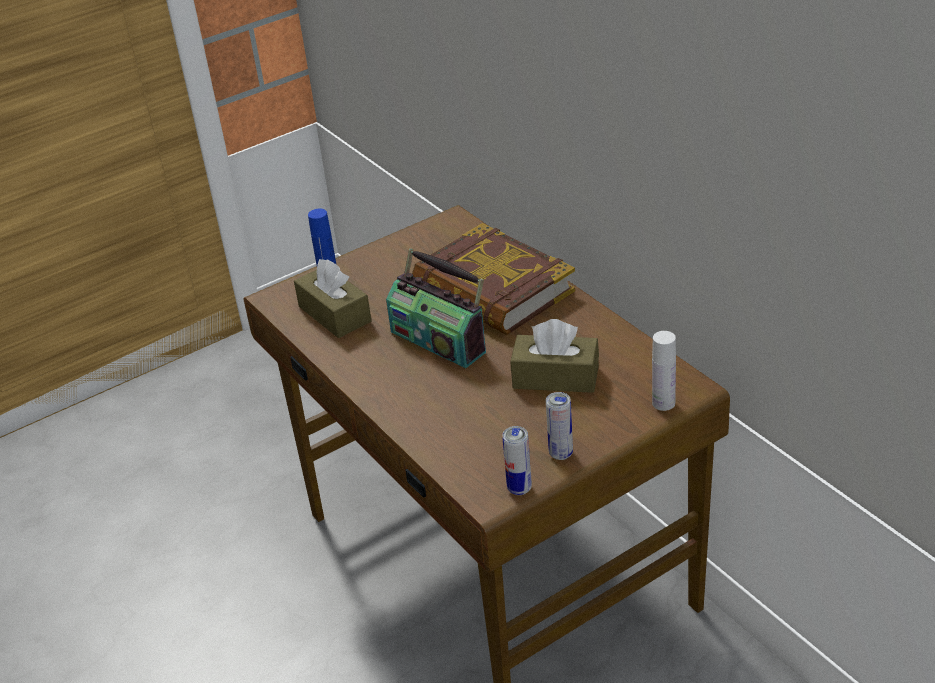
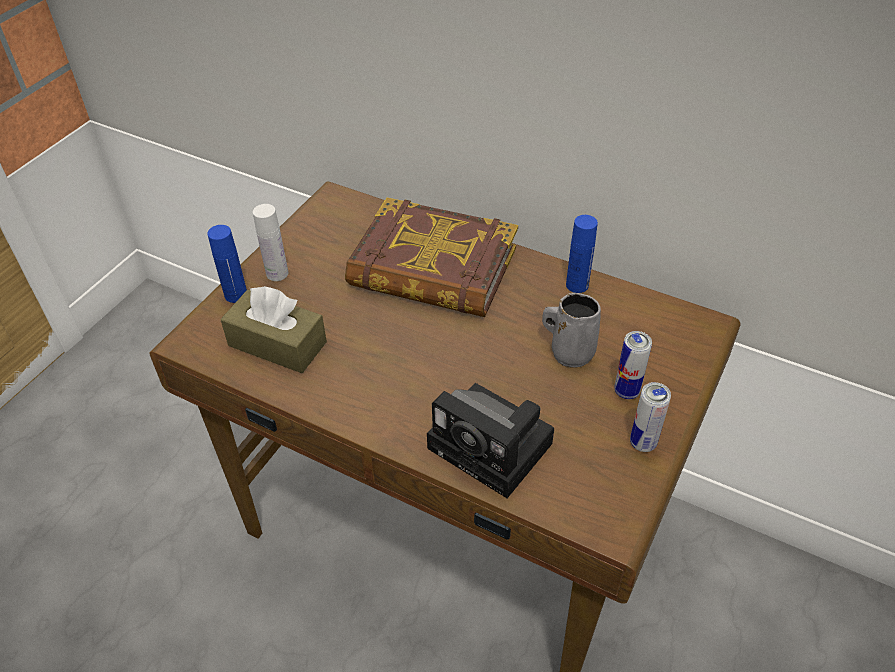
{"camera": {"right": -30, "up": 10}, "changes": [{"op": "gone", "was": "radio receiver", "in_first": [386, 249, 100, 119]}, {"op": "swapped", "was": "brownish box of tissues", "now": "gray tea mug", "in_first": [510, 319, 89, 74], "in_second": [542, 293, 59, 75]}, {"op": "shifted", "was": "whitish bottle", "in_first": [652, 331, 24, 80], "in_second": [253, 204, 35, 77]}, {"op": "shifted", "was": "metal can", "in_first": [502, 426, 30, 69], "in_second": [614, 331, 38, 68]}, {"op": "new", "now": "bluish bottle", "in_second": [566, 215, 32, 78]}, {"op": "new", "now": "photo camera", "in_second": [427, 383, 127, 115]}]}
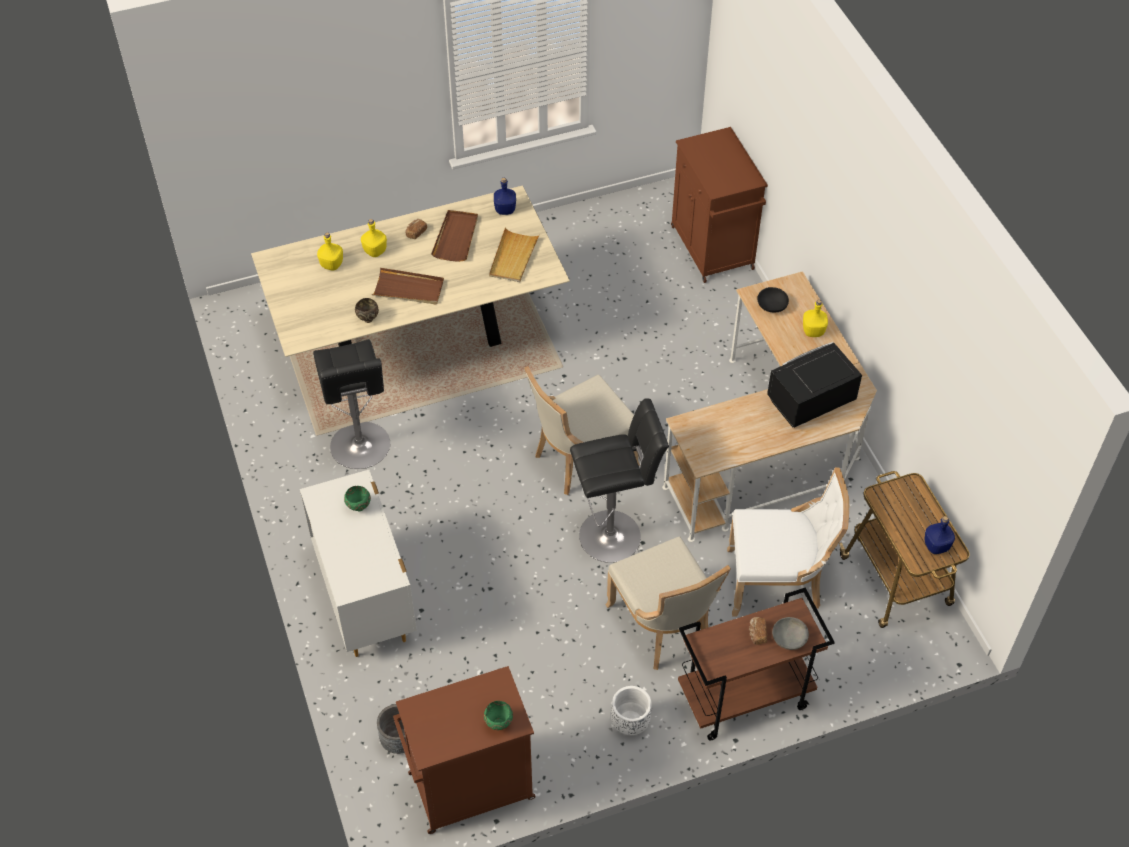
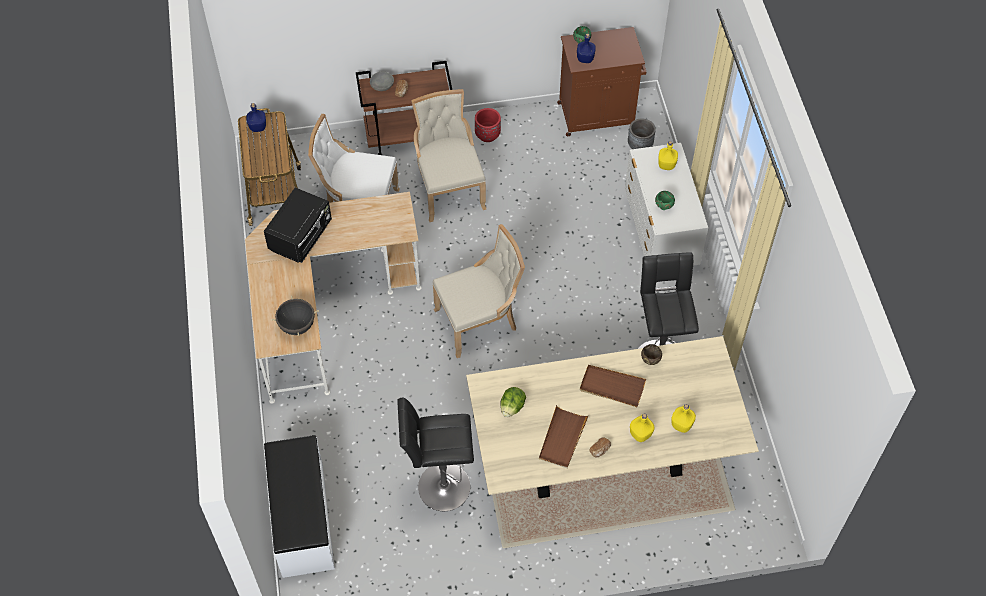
{"camera": {"right": -170, "up": 5}, "changes": [{"op": "swapped", "was": "brownish storage cabinet", "now": "whitish long seat", "in_first": [671, 127, 97, 156], "in_second": [264, 435, 71, 143]}, {"op": "shifted", "was": "bluish bottle", "in_first": [494, 178, 22, 37], "in_second": [577, 33, 19, 30]}, {"op": "swapped", "was": "beige carrying tray", "now": "lettuce", "in_first": [489, 227, 51, 55], "in_second": [500, 387, 26, 30]}, {"op": "swapped", "was": "blackish bowl", "now": "blackish stockpot", "in_first": [757, 287, 32, 25], "in_second": [271, 295, 48, 41]}, {"op": "shifted", "was": "yellow bottle", "in_first": [803, 300, 25, 37], "in_second": [658, 141, 20, 29]}, {"op": "rotated", "was": "blackish microwave", "in_first": [767, 342, 95, 86], "in_second": [264, 187, 68, 76], "clockwise": -45}, {"op": "shifted", "was": "blackish stool seat", "in_first": [570, 398, 99, 165], "in_second": [397, 398, 77, 113]}, {"op": "repainted", "was": "whitish plant pot", "now": "red plant pot", "in_first": [611, 686, 41, 49], "in_second": [475, 108, 26, 34]}]}
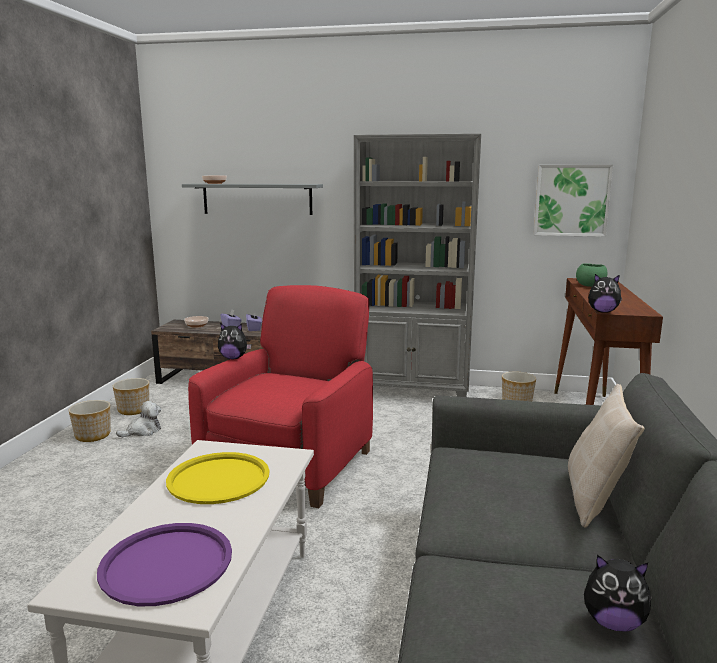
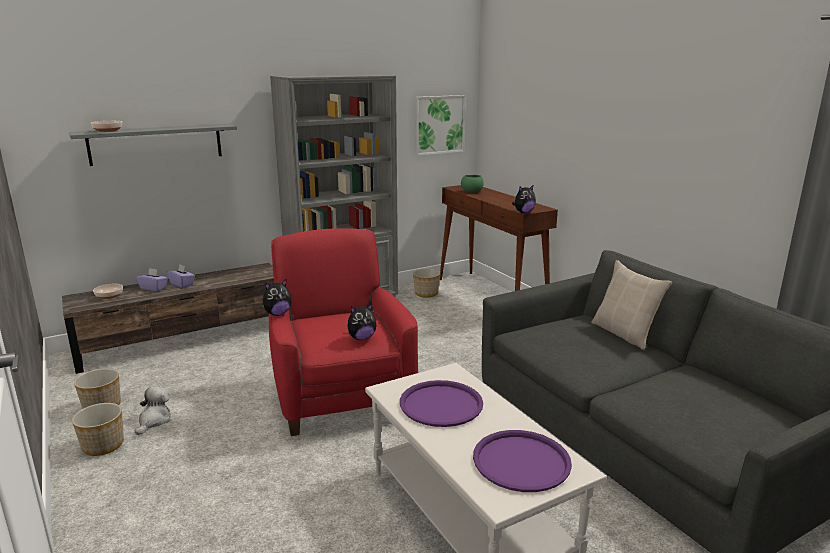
{"camera": {"right": -40, "up": 5}, "changes": [{"op": "repainted", "was": "yellow carrying tray", "now": "purple carrying tray", "in_first": [166, 452, 104, 52], "in_second": [400, 380, 83, 47]}, {"op": "shifted", "was": "cuddly toy", "in_first": [584, 555, 69, 77], "in_second": [347, 304, 30, 36]}]}
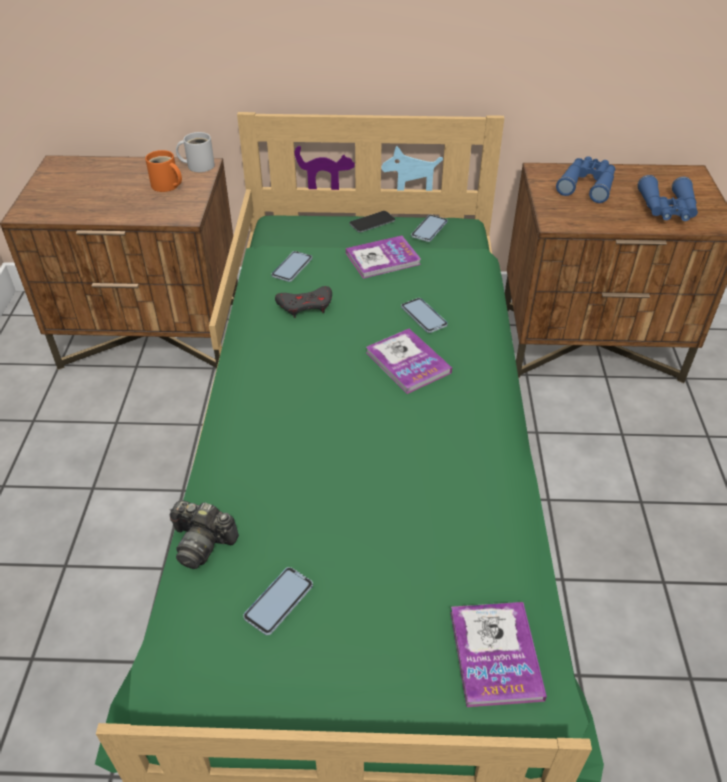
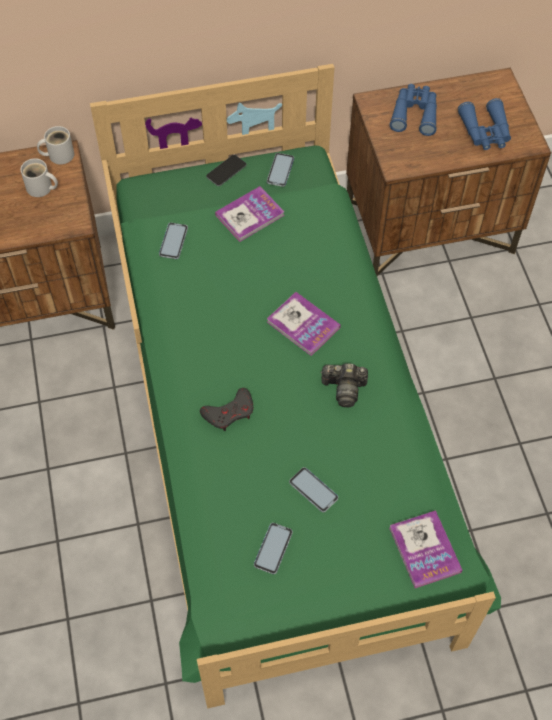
{"camera": {"right": -15, "up": 15}, "changes": [{"op": "repainted", "was": "orange-coloured tea mug", "now": "whitish tea mug", "in_first": [145, 150, 37, 42], "in_second": [20, 158, 38, 39]}, {"op": "shifted", "was": "gray joypad", "in_first": [275, 286, 57, 32], "in_second": [200, 388, 53, 43]}, {"op": "shifted", "was": "handset", "in_first": [401, 298, 47, 35], "in_second": [289, 467, 49, 45]}, {"op": "shifted", "was": "photo camera", "in_first": [169, 500, 70, 69], "in_second": [320, 363, 48, 44]}]}
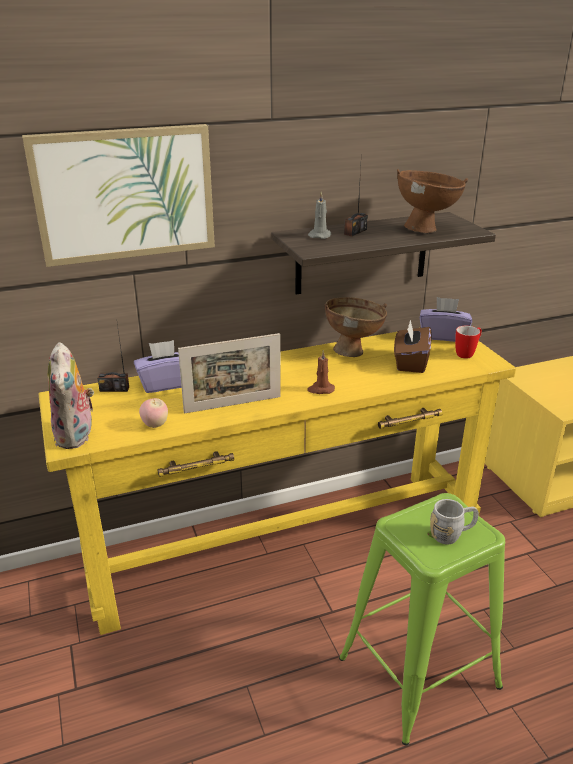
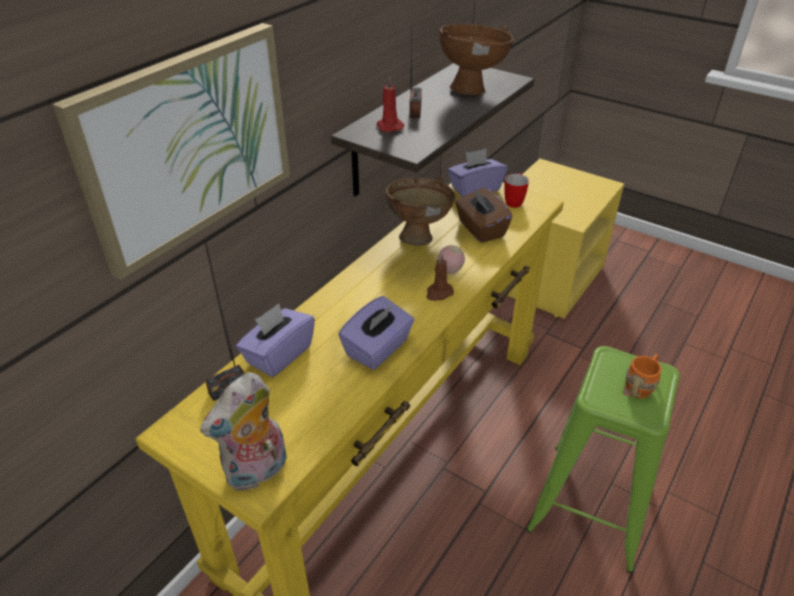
{"camera": {"right": -35, "up": 10}, "changes": [{"op": "repainted", "was": "gray wax candle", "now": "red wax candle", "in_first": [308, 192, 23, 47], "in_second": [377, 76, 28, 56]}, {"op": "swapped", "was": "photo frame", "now": "purple box of tissues", "in_first": [178, 333, 103, 81], "in_second": [338, 296, 77, 74]}, {"op": "rotated", "was": "cuddly toy", "in_first": [48, 342, 46, 107], "in_second": [200, 373, 87, 118], "clockwise": 90}, {"op": "shifted", "was": "apple fruit", "in_first": [139, 398, 29, 30], "in_second": [438, 245, 27, 29]}, {"op": "repainted", "was": "gray tea mug", "now": "orange-coloured tea mug", "in_first": [430, 499, 49, 46], "in_second": [626, 354, 35, 44]}]}
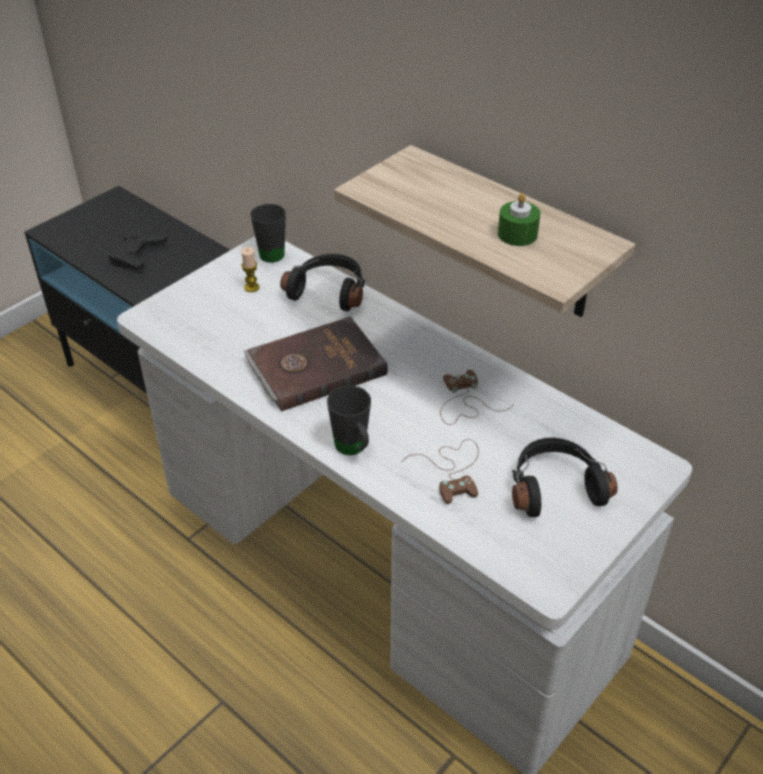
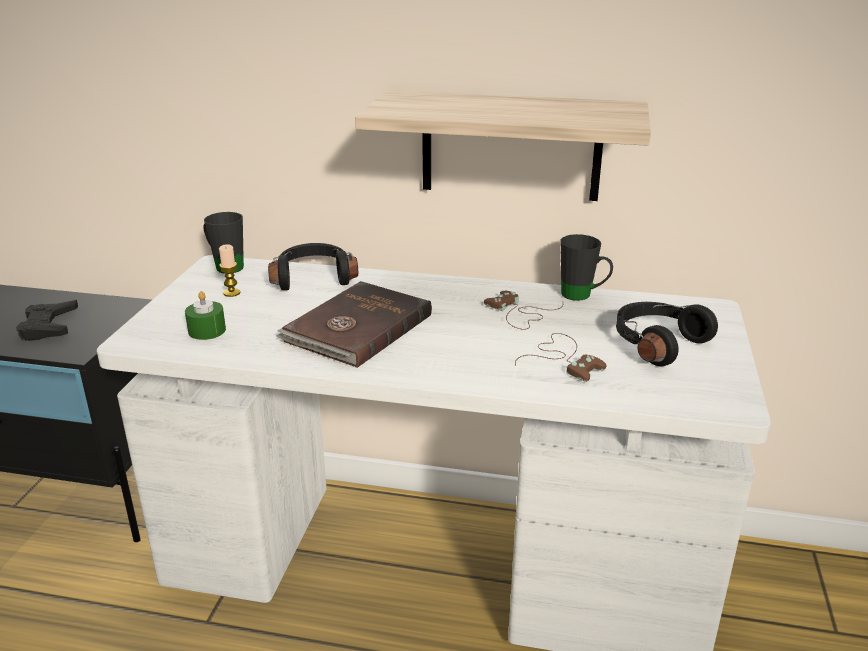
{"camera": {"right": -30, "up": -15}, "changes": [{"op": "shifted", "was": "greenish wax candle", "in_first": [498, 193, 43, 53], "in_second": [185, 291, 41, 49]}, {"op": "shifted", "was": "blackish tea mug", "in_first": [327, 386, 44, 69], "in_second": [561, 234, 52, 67]}]}
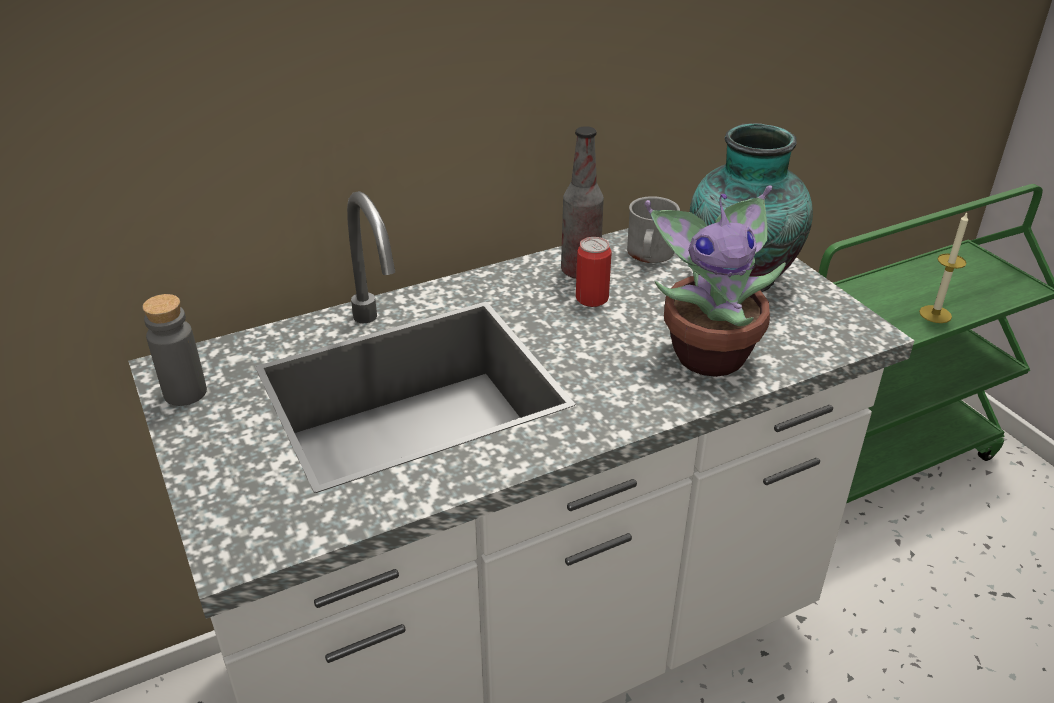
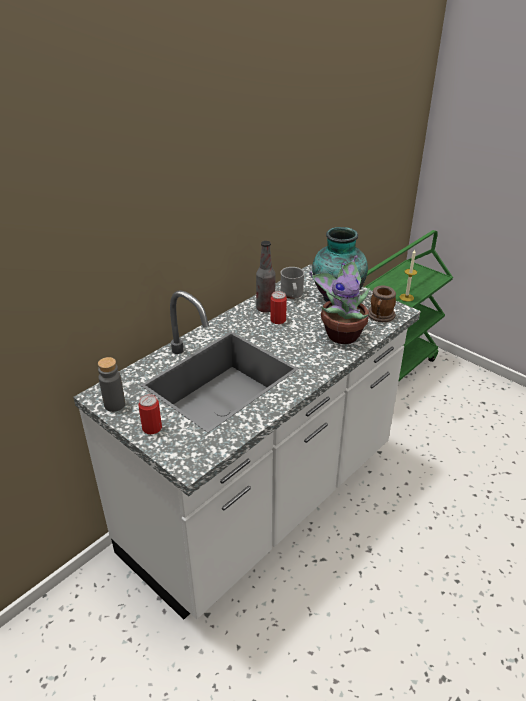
{"camera": {"right": -20, "up": 0}, "changes": [{"op": "new", "now": "tea mug", "in_second": [368, 286, 28, 36]}, {"op": "new", "now": "metal can", "in_second": [139, 394, 23, 40]}]}
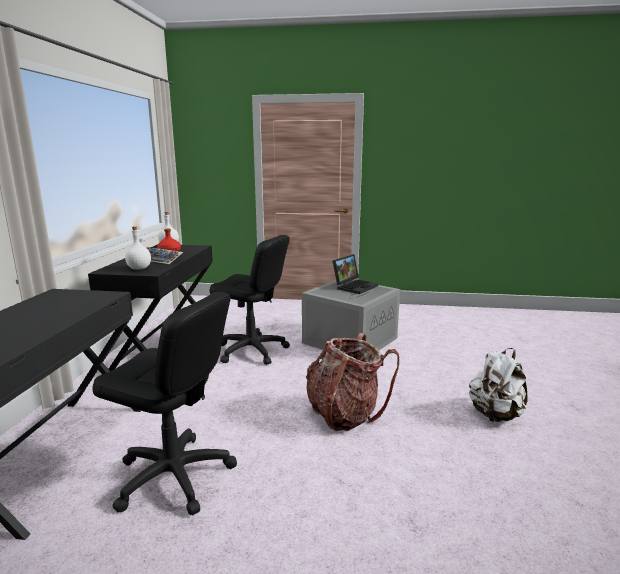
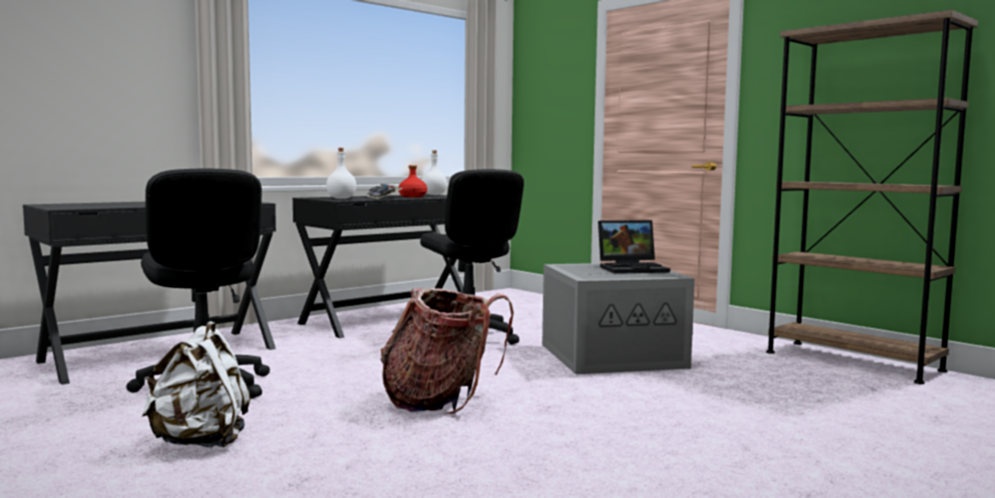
{"camera": {"right": 40, "up": -10}, "changes": [{"op": "shifted", "was": "whitish rucksack", "in_first": [469, 348, 58, 74], "in_second": [141, 321, 110, 126]}, {"op": "new", "now": "brownish bookshelf", "in_second": [766, 10, 212, 374]}]}
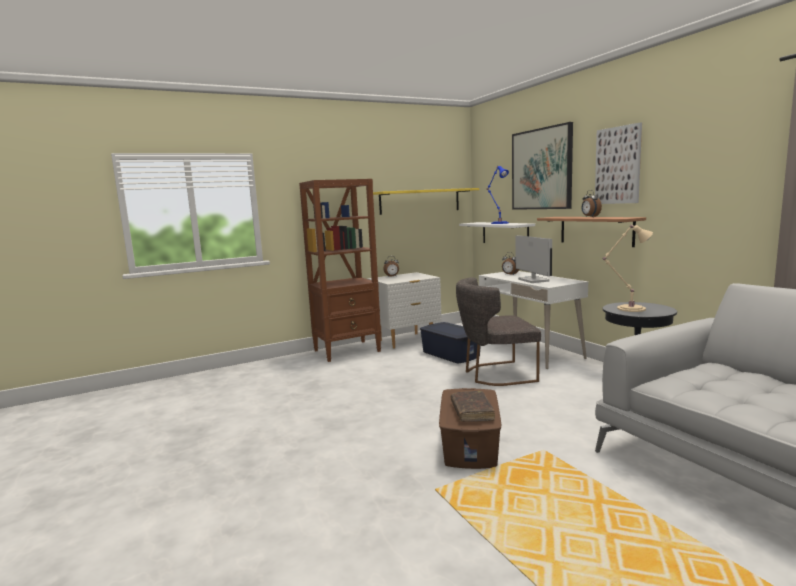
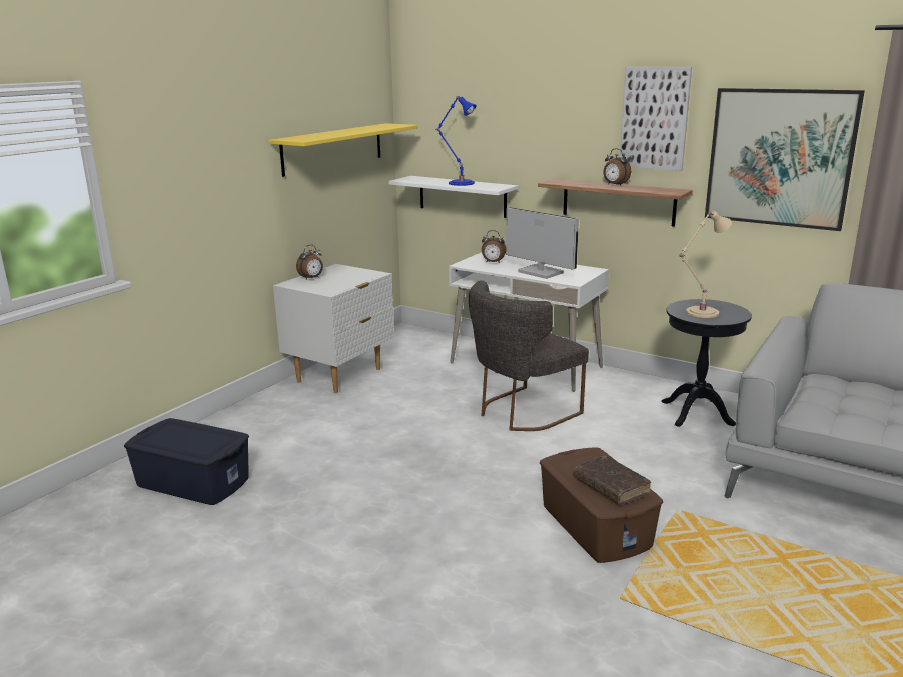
{"camera": {"right": -30, "up": 10}, "changes": [{"op": "shifted", "was": "wall art", "in_first": [512, 122, 61, 88], "in_second": [705, 88, 160, 143]}, {"op": "gone", "was": "brownish bookshelf", "in_first": [299, 179, 82, 183]}, {"op": "shifted", "was": "bluish storage box", "in_first": [420, 322, 61, 42], "in_second": [124, 418, 125, 87]}]}
